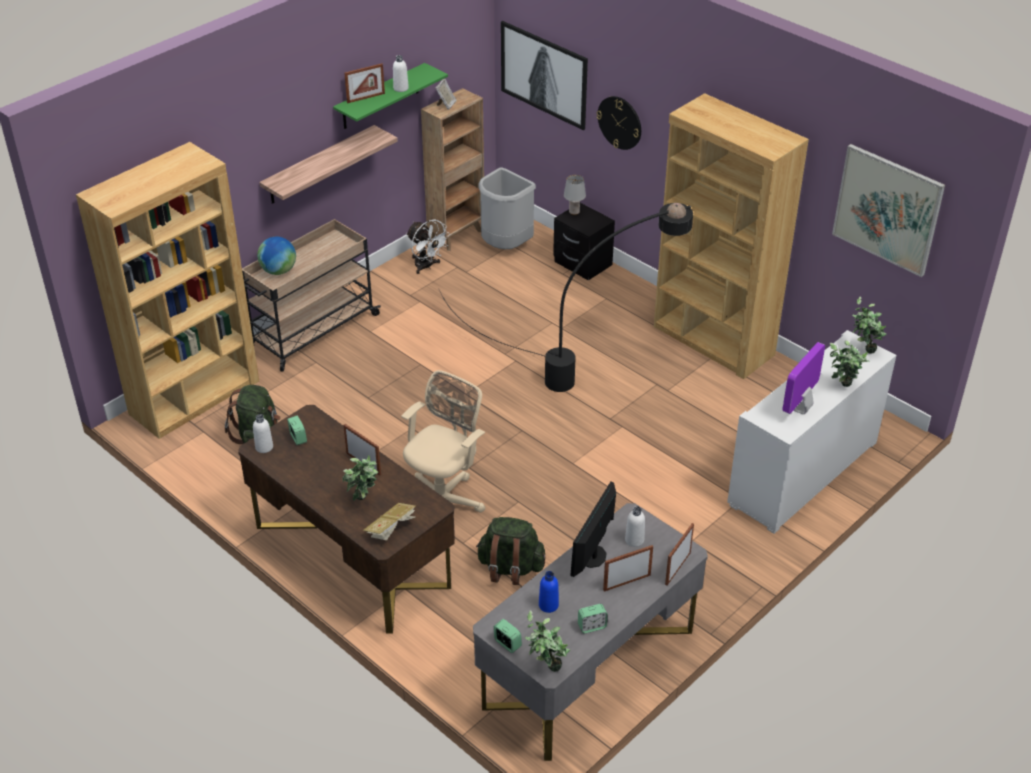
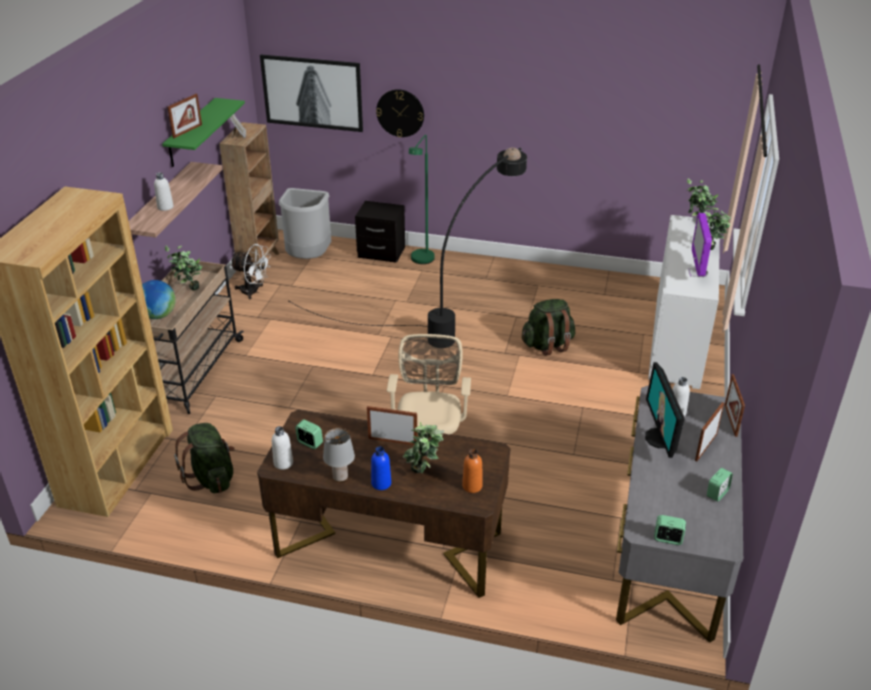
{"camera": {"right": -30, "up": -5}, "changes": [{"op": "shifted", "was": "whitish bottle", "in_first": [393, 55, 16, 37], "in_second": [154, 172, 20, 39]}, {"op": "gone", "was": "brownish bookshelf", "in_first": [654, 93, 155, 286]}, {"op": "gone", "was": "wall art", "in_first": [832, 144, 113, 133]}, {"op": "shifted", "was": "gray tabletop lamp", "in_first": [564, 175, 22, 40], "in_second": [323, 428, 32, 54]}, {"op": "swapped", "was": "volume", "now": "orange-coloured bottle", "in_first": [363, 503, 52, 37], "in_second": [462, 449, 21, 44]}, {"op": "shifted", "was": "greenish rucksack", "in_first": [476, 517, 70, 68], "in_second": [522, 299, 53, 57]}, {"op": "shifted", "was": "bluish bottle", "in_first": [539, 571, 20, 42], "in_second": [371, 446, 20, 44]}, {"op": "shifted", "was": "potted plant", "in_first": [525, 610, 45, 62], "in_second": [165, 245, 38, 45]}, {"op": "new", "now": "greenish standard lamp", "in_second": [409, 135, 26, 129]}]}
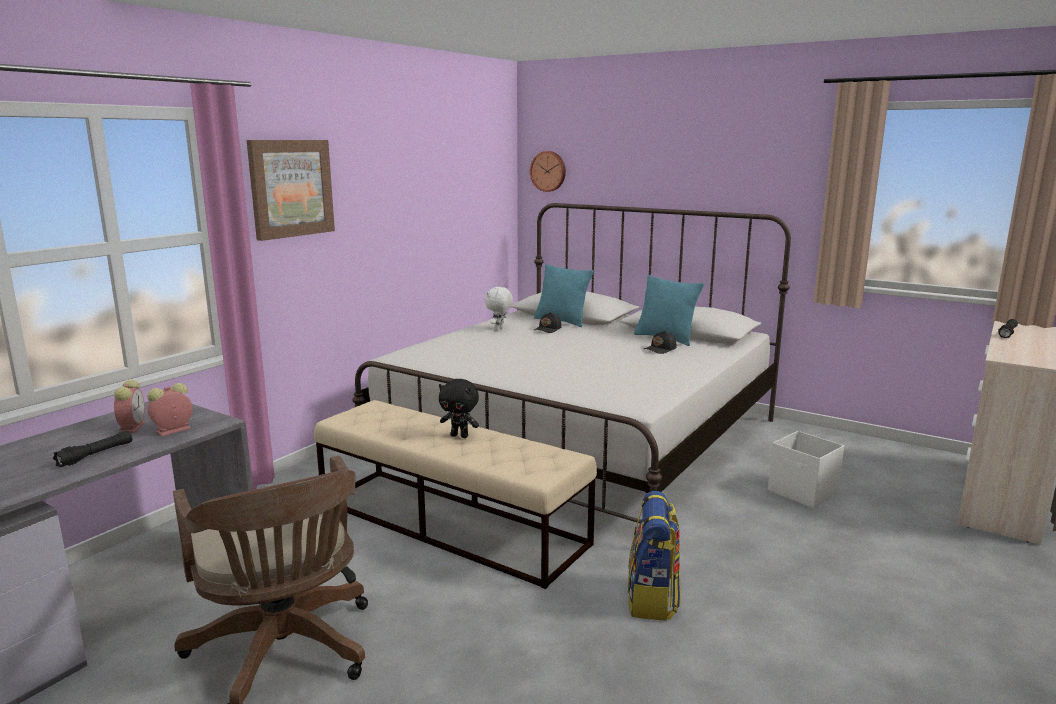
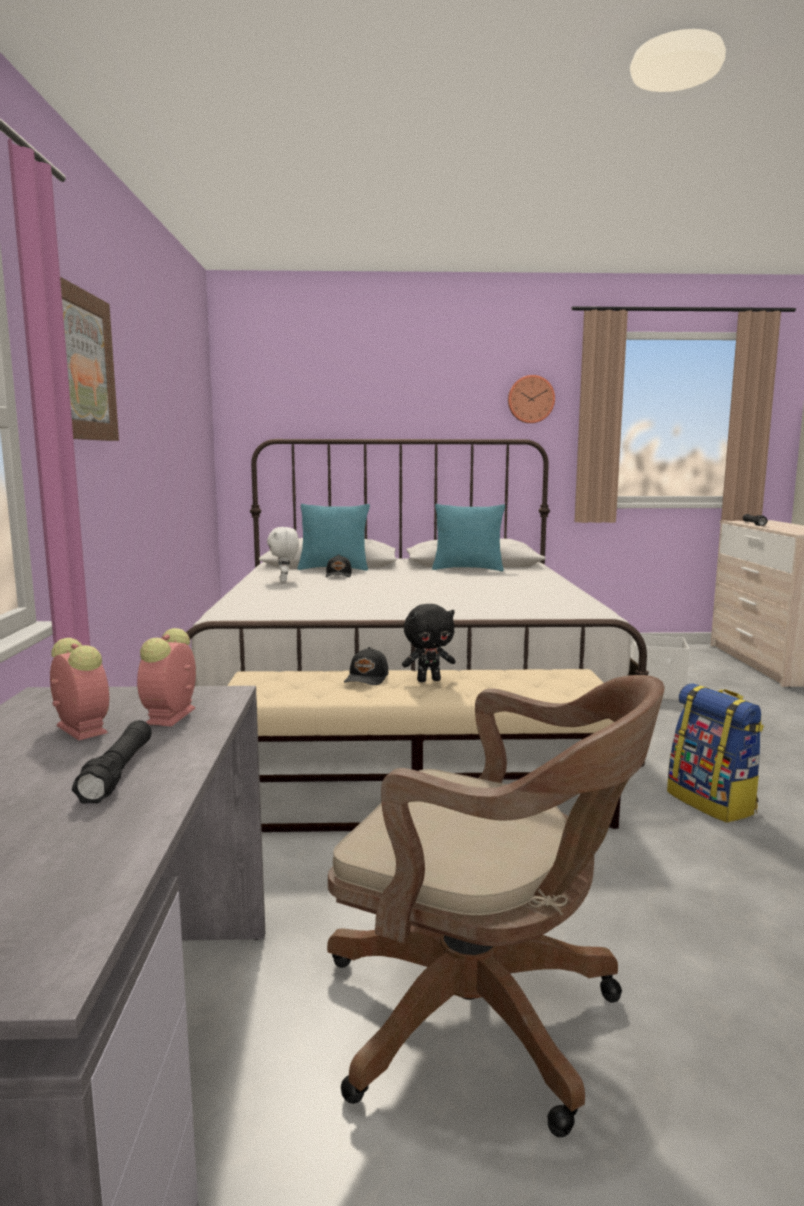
{"camera": {"right": -35, "up": -5}, "changes": [{"op": "shifted", "was": "clock on the wall", "in_first": [530, 151, 36, 41], "in_second": [508, 375, 47, 48]}, {"op": "shifted", "was": "blackish baseball cap", "in_first": [644, 331, 32, 23], "in_second": [344, 647, 45, 38]}]}
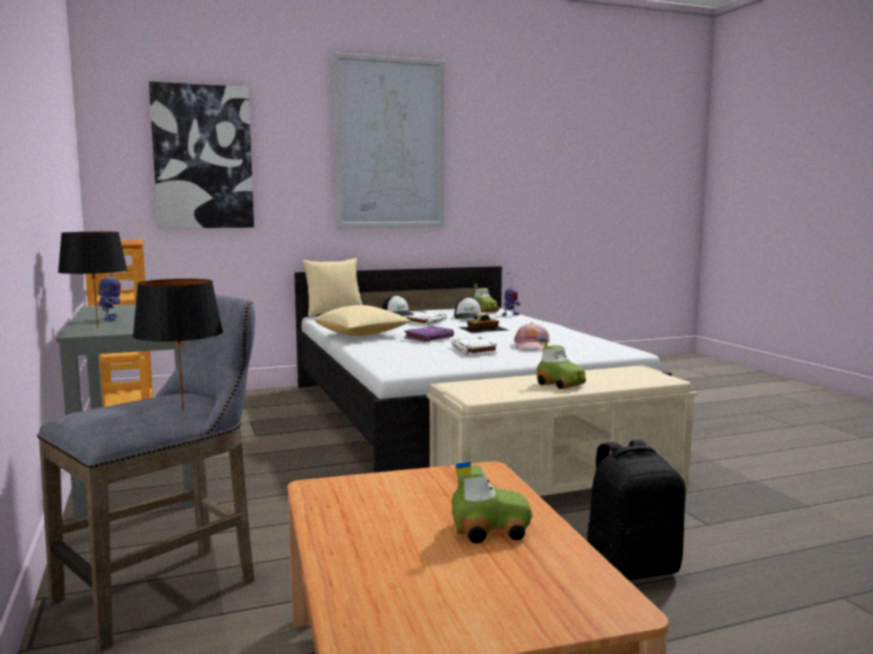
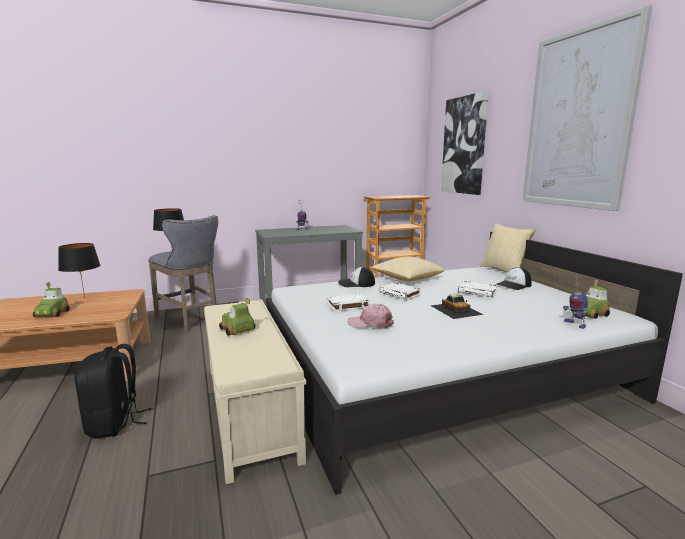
{"camera": {"right": 90, "up": 5}, "changes": [{"op": "shifted", "was": "blackish tabletop lamp", "in_first": [58, 232, 70, 96], "in_second": [58, 243, 43, 55]}, {"op": "shifted", "was": "baseball cap", "in_first": [454, 297, 28, 23], "in_second": [338, 267, 37, 20]}, {"op": "repainted", "was": "purple volume", "now": "whitish volume", "in_first": [404, 326, 50, 16], "in_second": [380, 282, 41, 18]}, {"op": "rotated", "was": "miniature car", "in_first": [537, 338, 49, 51], "in_second": [219, 298, 36, 38], "clockwise": 90}]}
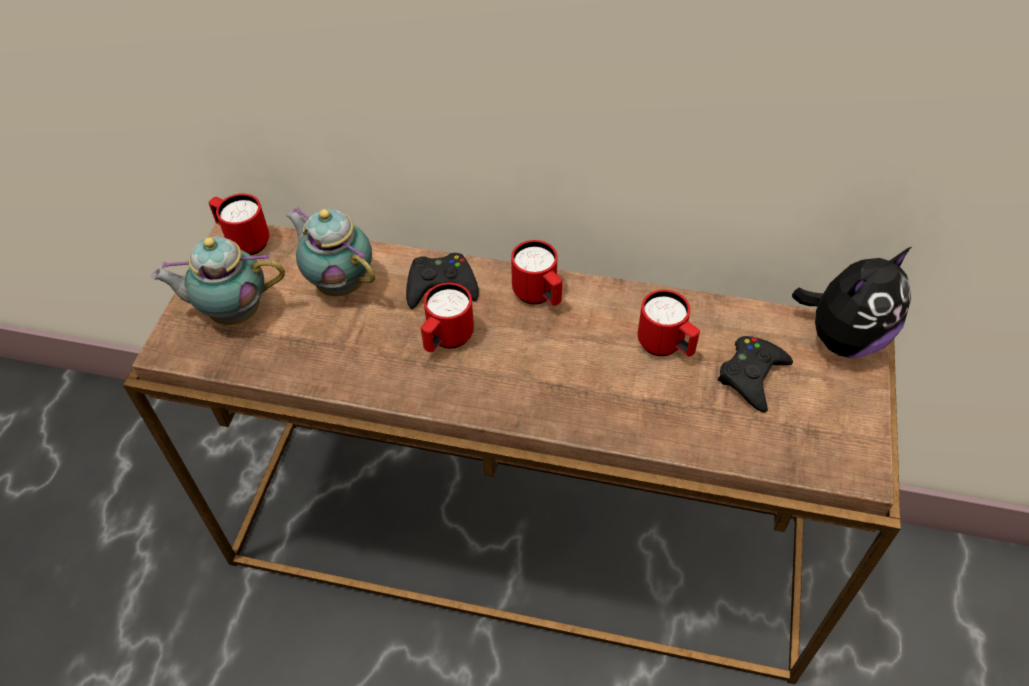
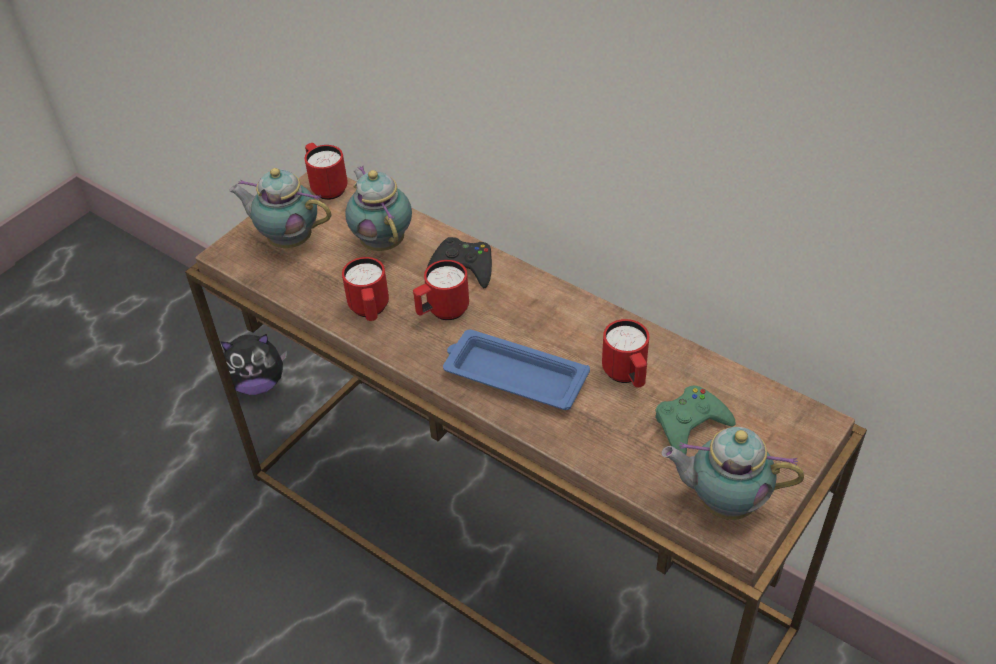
{"camera": {"right": 25, "up": -5}, "changes": [{"op": "shifted", "was": "red tea mug", "in_first": [511, 240, 51, 66], "in_second": [342, 257, 47, 64]}, {"op": "shifted", "was": "cuddly toy", "in_first": [792, 247, 119, 111], "in_second": [220, 334, 67, 61]}, {"op": "repainted", "was": "blackish joypad", "now": "greenish joypad", "in_first": [717, 336, 76, 77], "in_second": [655, 386, 81, 69]}, {"op": "new", "now": "bluish carrying tray", "in_second": [443, 329, 147, 81]}, {"op": "new", "now": "pot for tea", "in_second": [661, 427, 143, 93]}]}
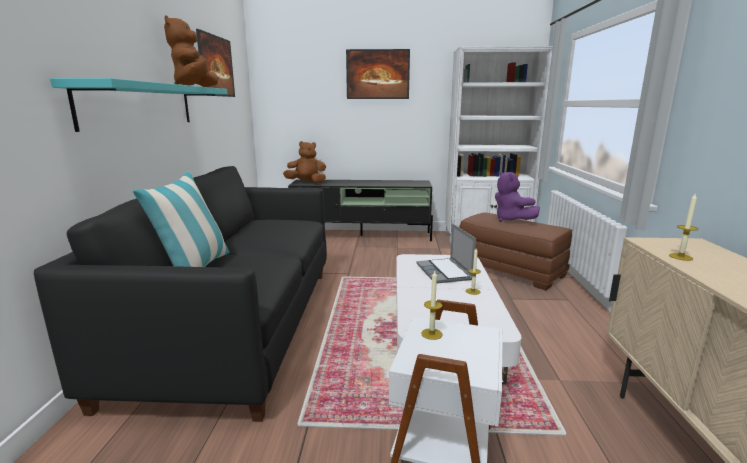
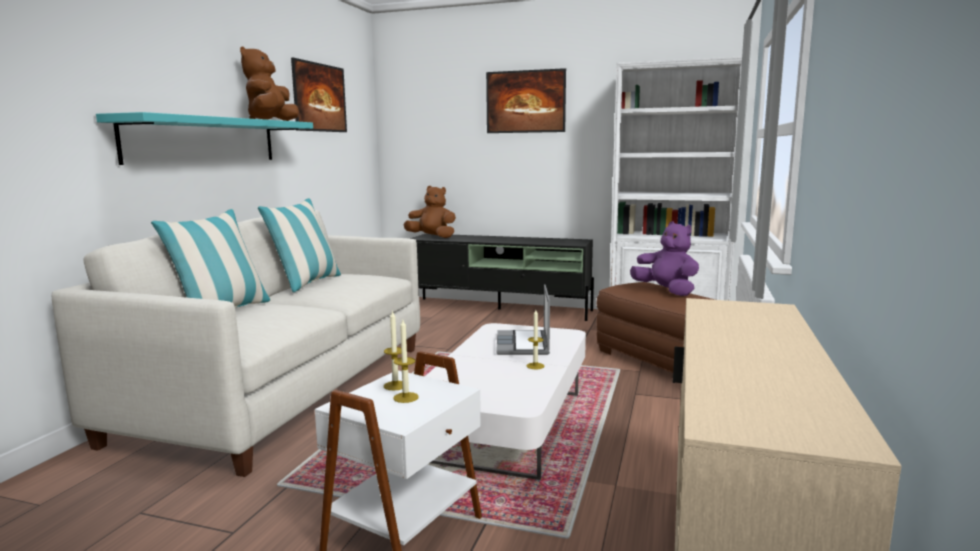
{"camera": {"right": 15, "up": -5}, "changes": [{"op": "repainted", "was": "blackish sofa", "now": "whitish sofa", "in_first": [34, 166, 293, 256], "in_second": [52, 210, 368, 267]}, {"op": "rotated", "was": "purple cuddly toy", "in_first": [495, 171, 45, 51], "in_second": [630, 221, 69, 75], "clockwise": 150}, {"op": "shifted", "was": "wax candle", "in_first": [669, 194, 29, 67], "in_second": [393, 320, 26, 83]}, {"op": "new", "now": "throw pillow", "in_second": [258, 198, 83, 94]}]}
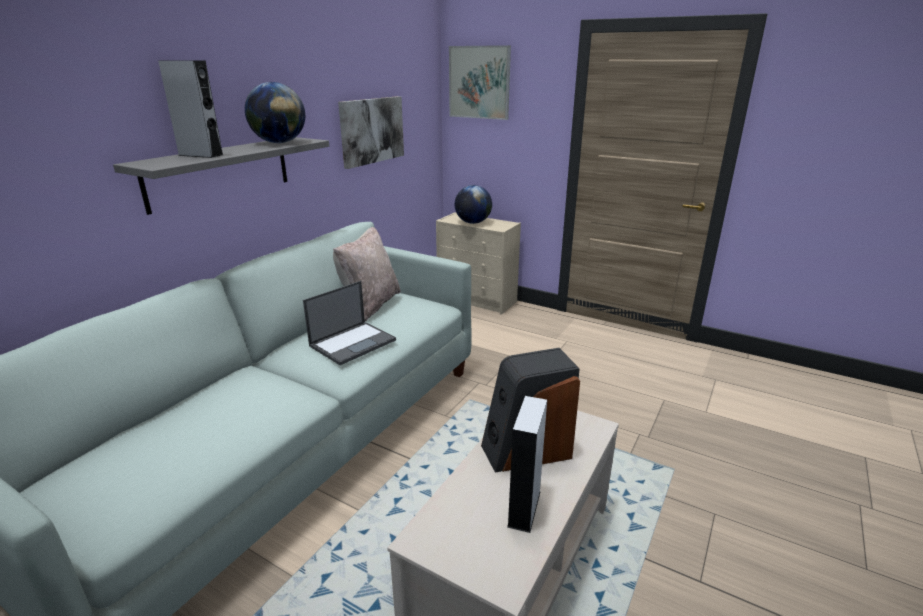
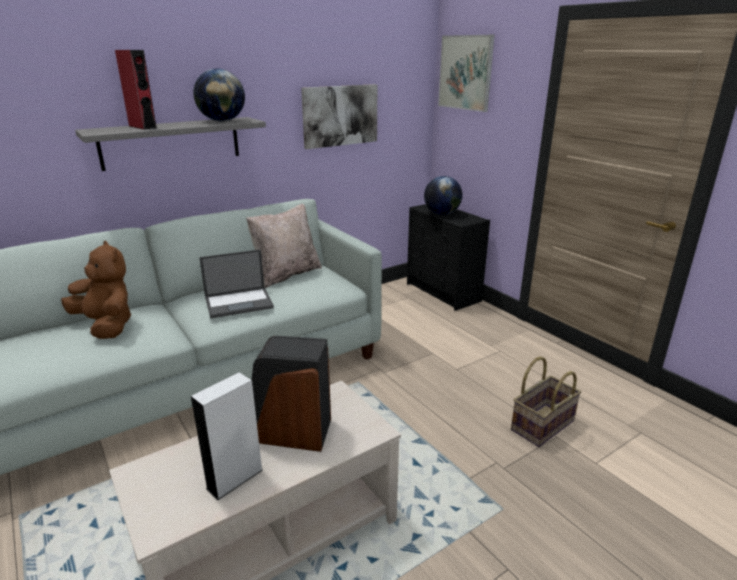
{"camera": {"right": 25, "up": 0}, "changes": [{"op": "repainted", "was": "gray audio speaker", "now": "red audio speaker", "in_first": [158, 60, 65, 98], "in_second": [115, 50, 42, 80]}, {"op": "repainted", "was": "beige drawer chest", "now": "blackish drawer chest", "in_first": [436, 212, 85, 103], "in_second": [407, 204, 83, 107]}, {"op": "new", "now": "brownish cuddly toy", "in_second": [61, 241, 70, 98]}, {"op": "new", "now": "basket", "in_second": [511, 356, 70, 91]}]}
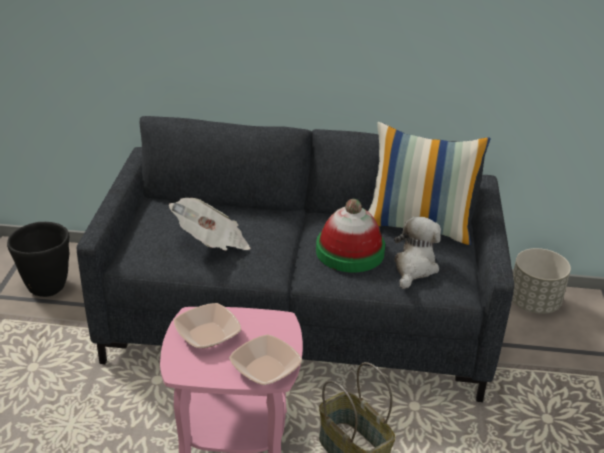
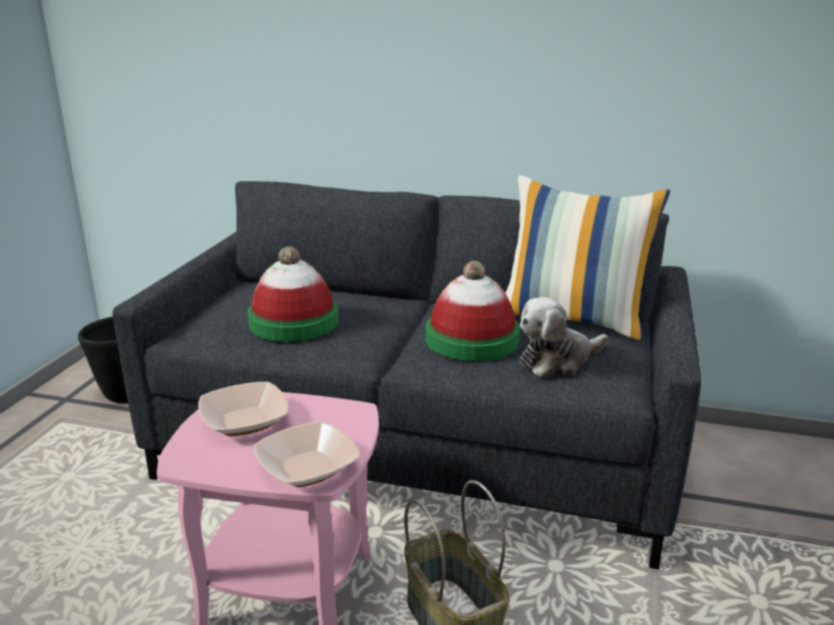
{"camera": {"right": 10, "up": -10}, "changes": [{"op": "swapped", "was": "daily paper", "now": "hat", "in_first": [169, 198, 81, 53], "in_second": [247, 246, 91, 96]}, {"op": "rotated", "was": "cuddly toy", "in_first": [394, 217, 47, 72], "in_second": [520, 297, 88, 80], "clockwise": -150}, {"op": "gone", "was": "gray plant pot", "in_first": [512, 248, 59, 66]}]}
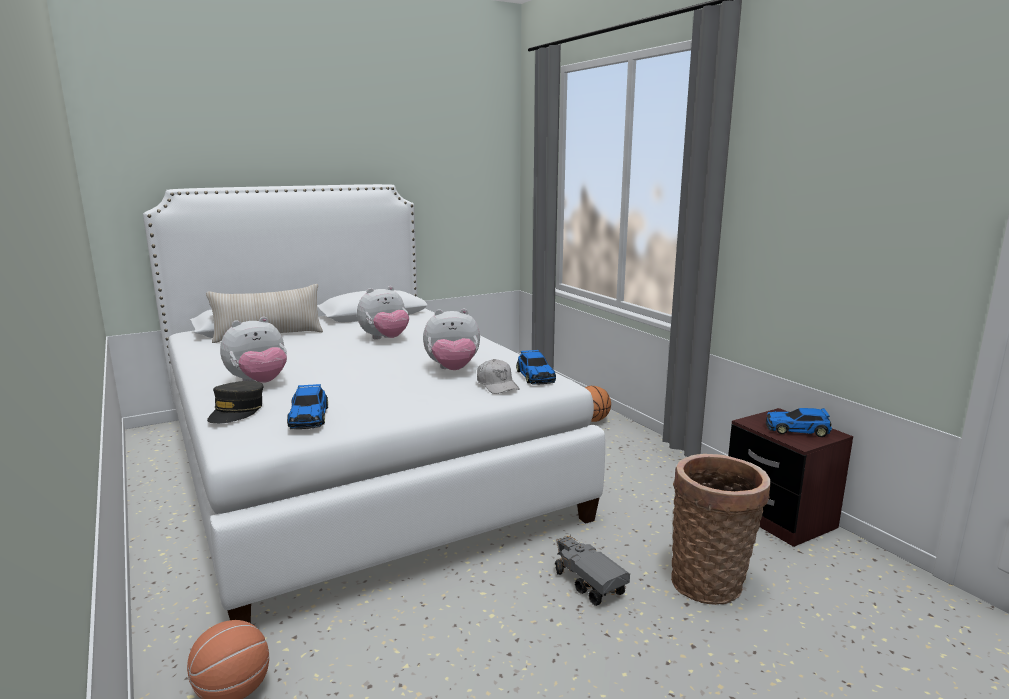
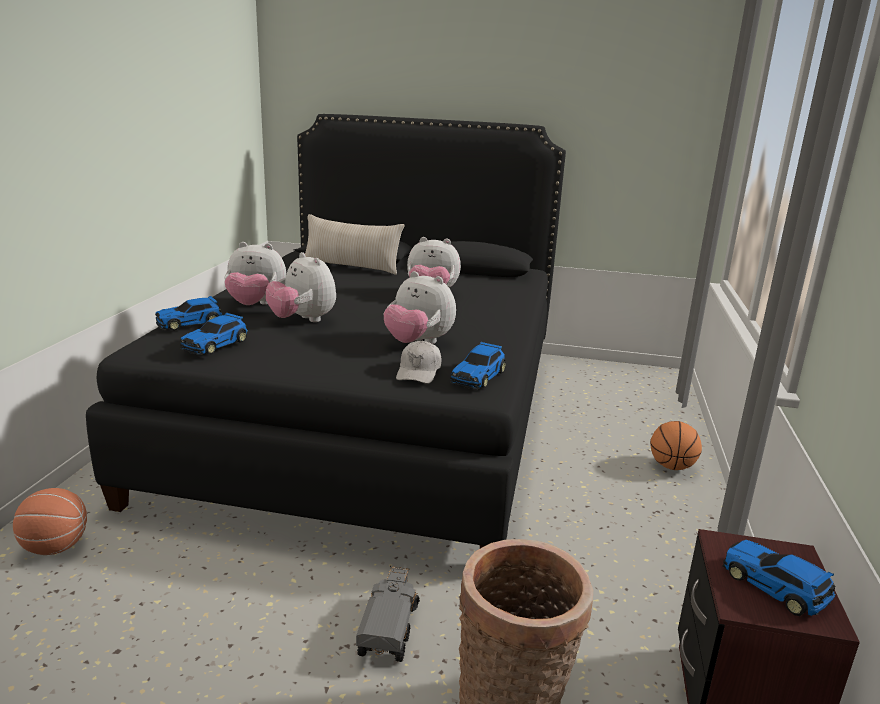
{"camera": {"right": 40, "up": 5}, "changes": [{"op": "repainted", "was": "whitish sleeping bed", "now": "blackish sleeping bed", "in_first": [143, 184, 462, 439], "in_second": [86, 114, 480, 434]}, {"op": "swapped", "was": "gray baseball cap", "now": "miniature car", "in_first": [207, 381, 56, 43], "in_second": [155, 296, 67, 34]}, {"op": "new", "now": "cuddly toy", "in_second": [266, 252, 70, 70]}]}
